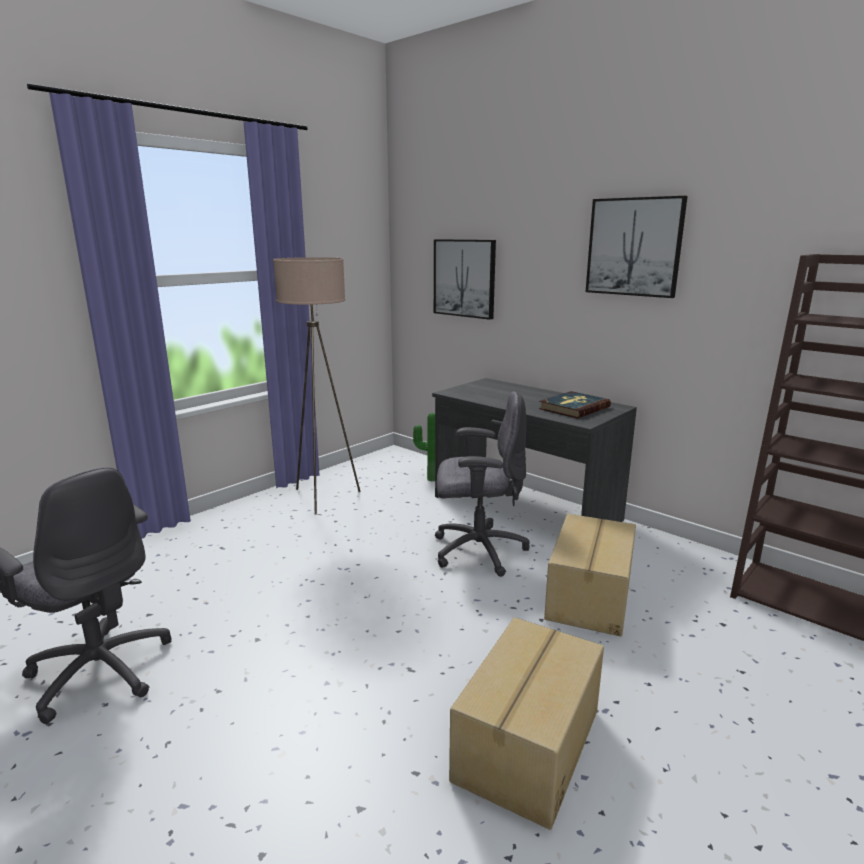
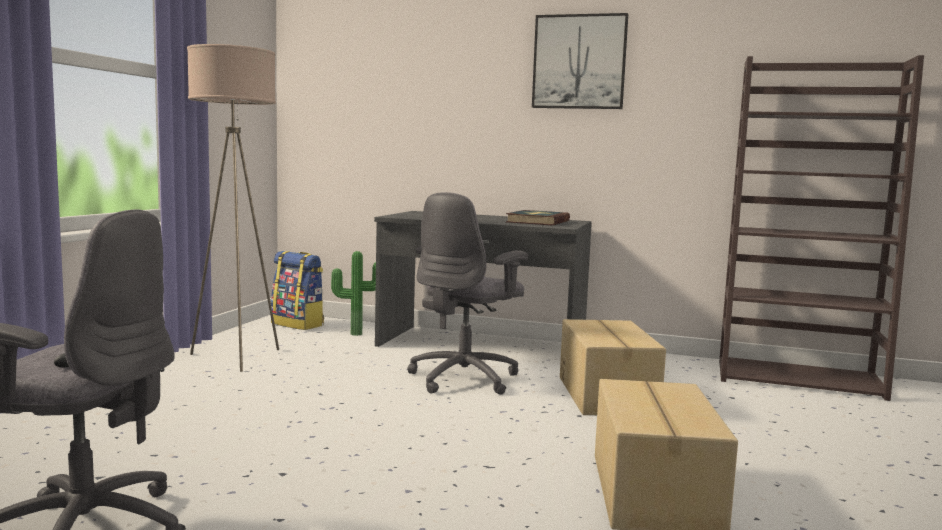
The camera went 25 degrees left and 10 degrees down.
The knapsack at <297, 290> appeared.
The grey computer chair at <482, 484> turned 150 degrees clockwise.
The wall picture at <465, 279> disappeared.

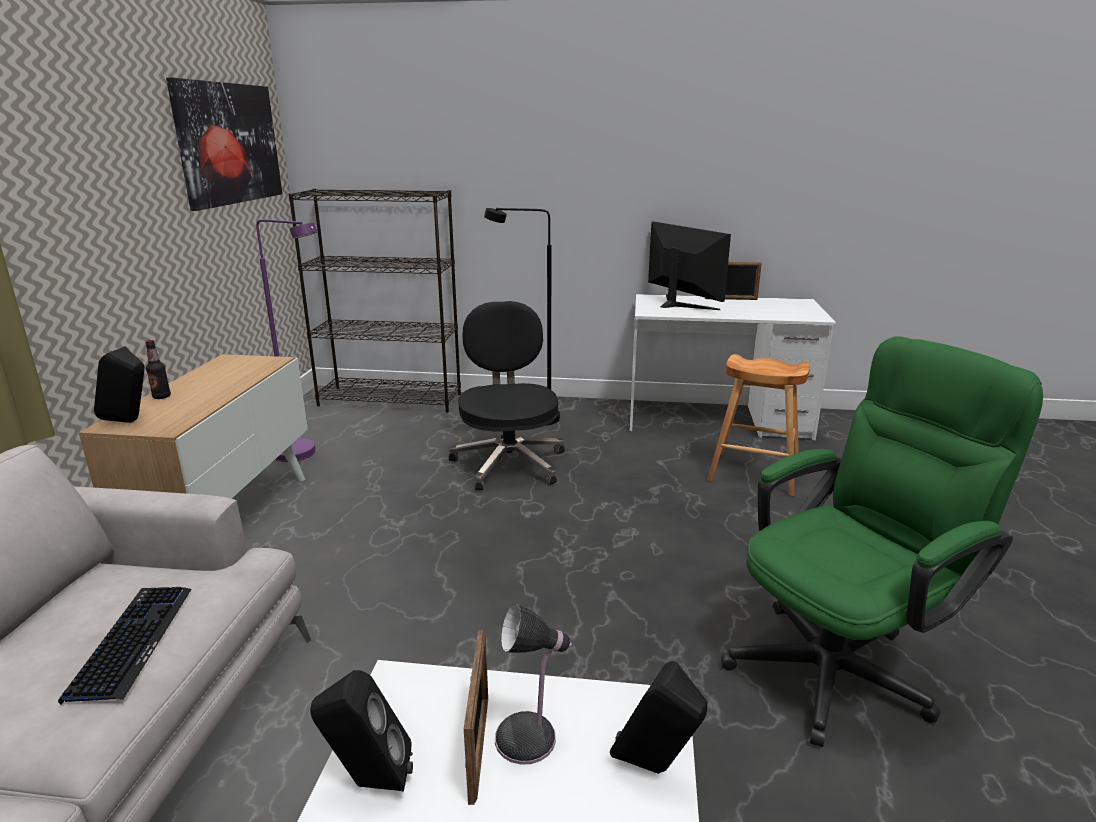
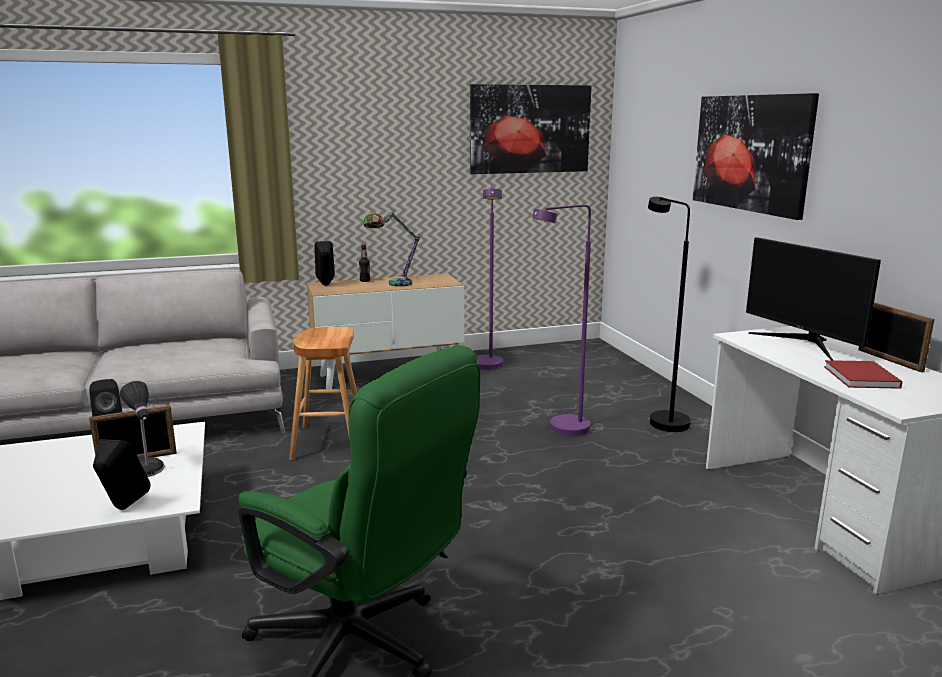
The camera went 65 degrees right and 5 degrees down.
The brown stool moved from <758, 425> to <323, 394>.
The tabletop lamp at <393, 248> appeared.
The blackish computer chair at <507, 395> was replaced by the purple-coloured standing lamp at <561, 321>.
The wall picture at <756, 156> appeared.
The computer screen at <689, 266> turned 120 degrees clockwise.
The red-coloured book at <863, 374> appeared.
The PC keyboard at <125, 646> disappeared.
The blackish bookshelf at <374, 301> disappeared.

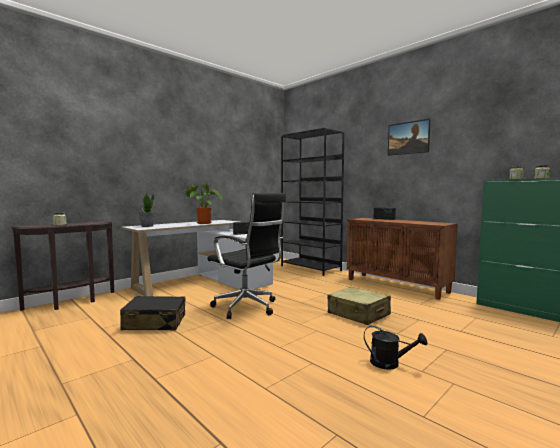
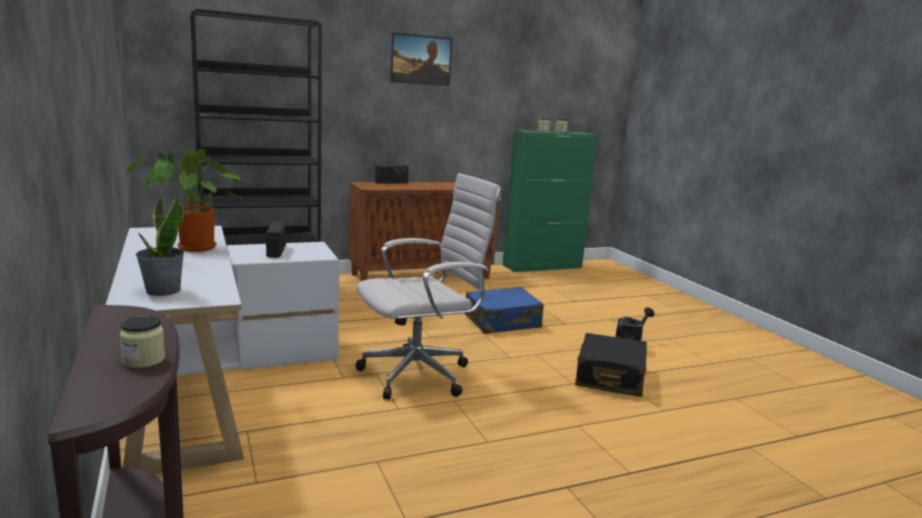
The camera went 70 degrees left and 10 degrees up.
The blackish computer chair at <246, 256> became the white computer chair at <428, 286>.
The beige-coloured travel case at <359, 306> became the bluish travel case at <504, 310>.
The blackish travel case moved from <152, 313> to <611, 365>.

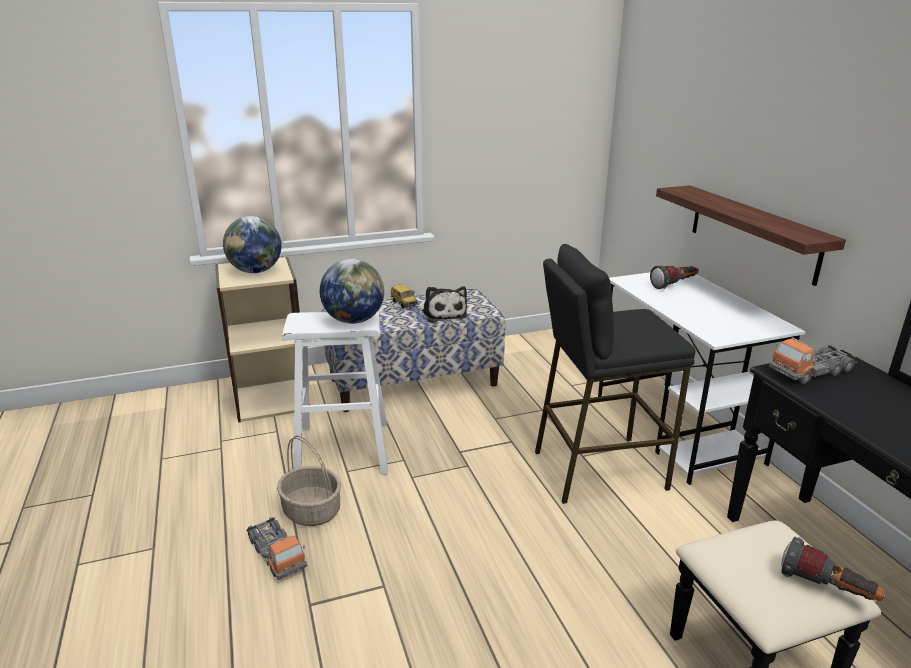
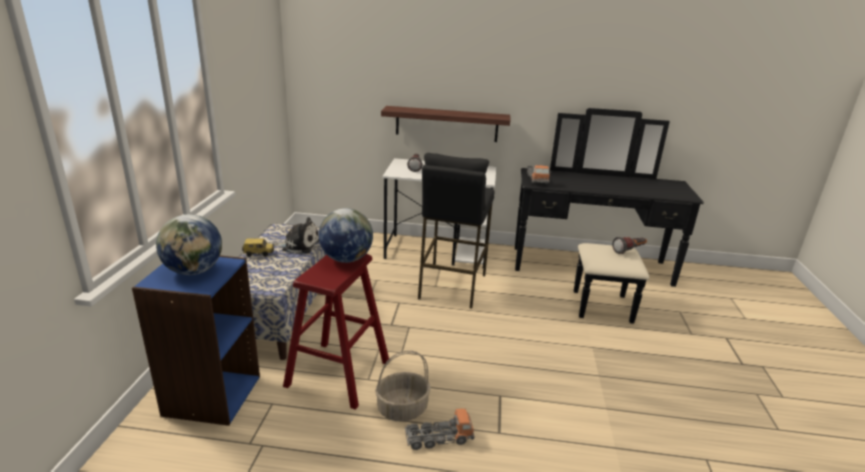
The camera went 65 degrees left and 0 degrees up.
The beige-coloured bookshelf at <262, 340> became the bluish bookshelf at <196, 340>.
The white stool at <335, 392> became the red-coloured stool at <336, 332>.

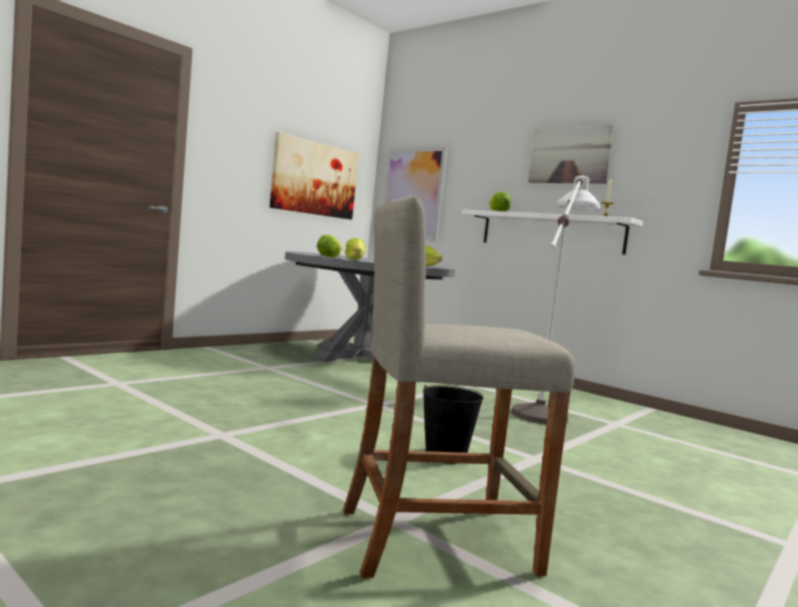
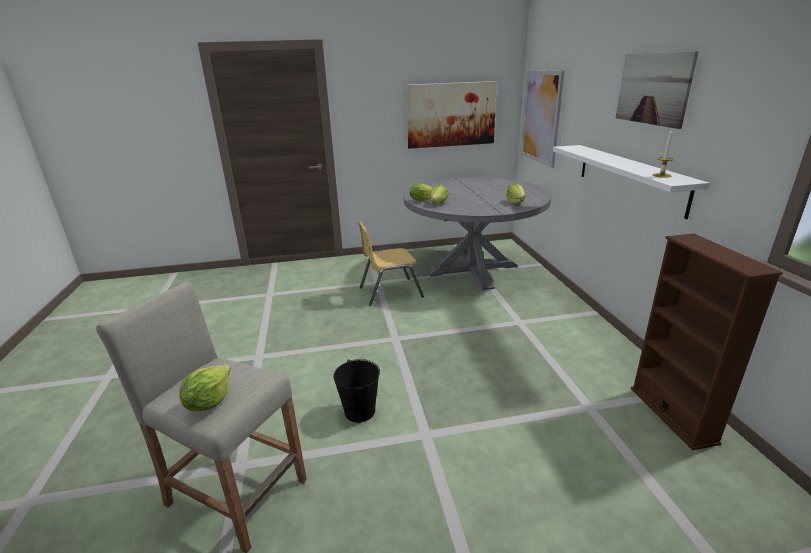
The camera went 40 degrees right and 20 degrees up.
The lettuce head moved from <500, 201> to <205, 387>.
The yellow-coloured chair at <391, 263> appeared.
The brown bookshelf at <707, 341> appeared.
The white standing lamp at <555, 300> disappeared.

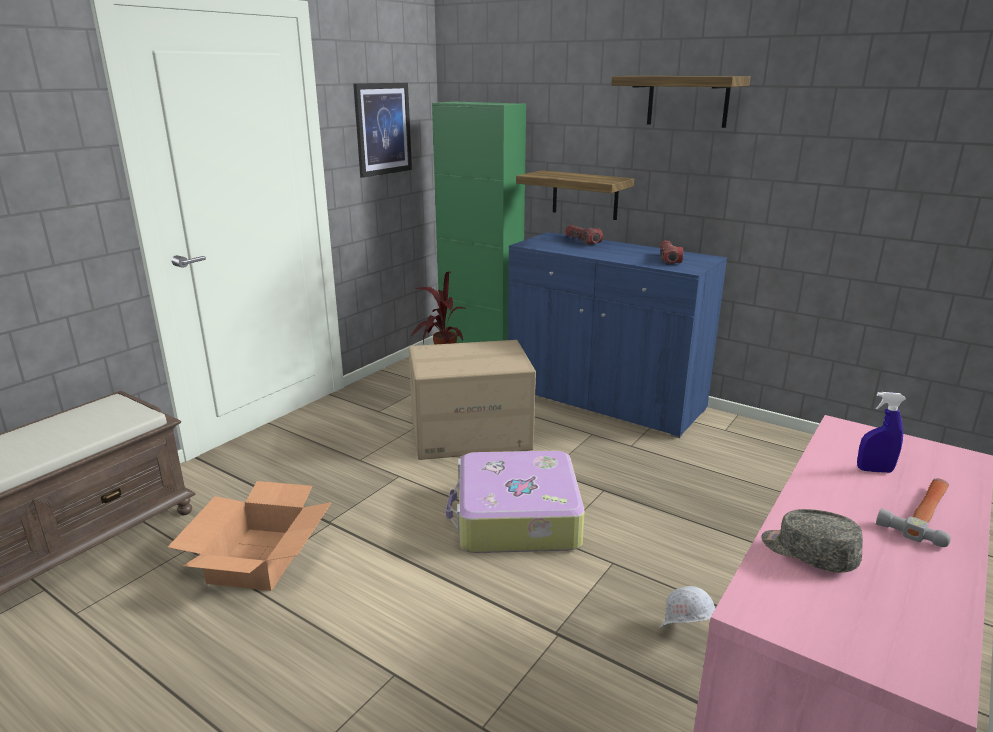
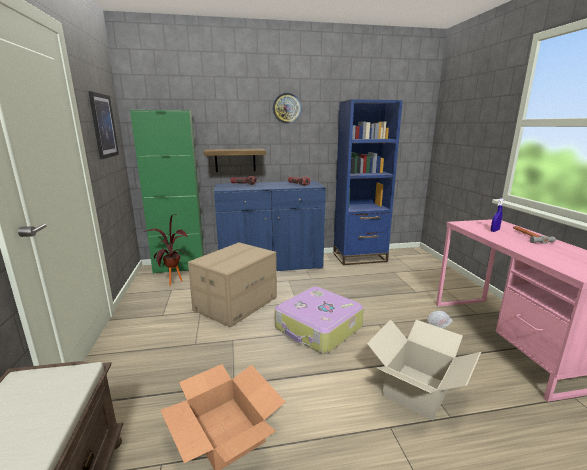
The camera went 45 degrees left and 5 degrees down.
The wall shelf at <681, 102> was replaced by the hanging clock at <287, 108>.
The bluish bookshelf at <368, 182> appeared.
The packing box at <424, 370> appeared.
The grey peaked cap at <812, 541> disappeared.

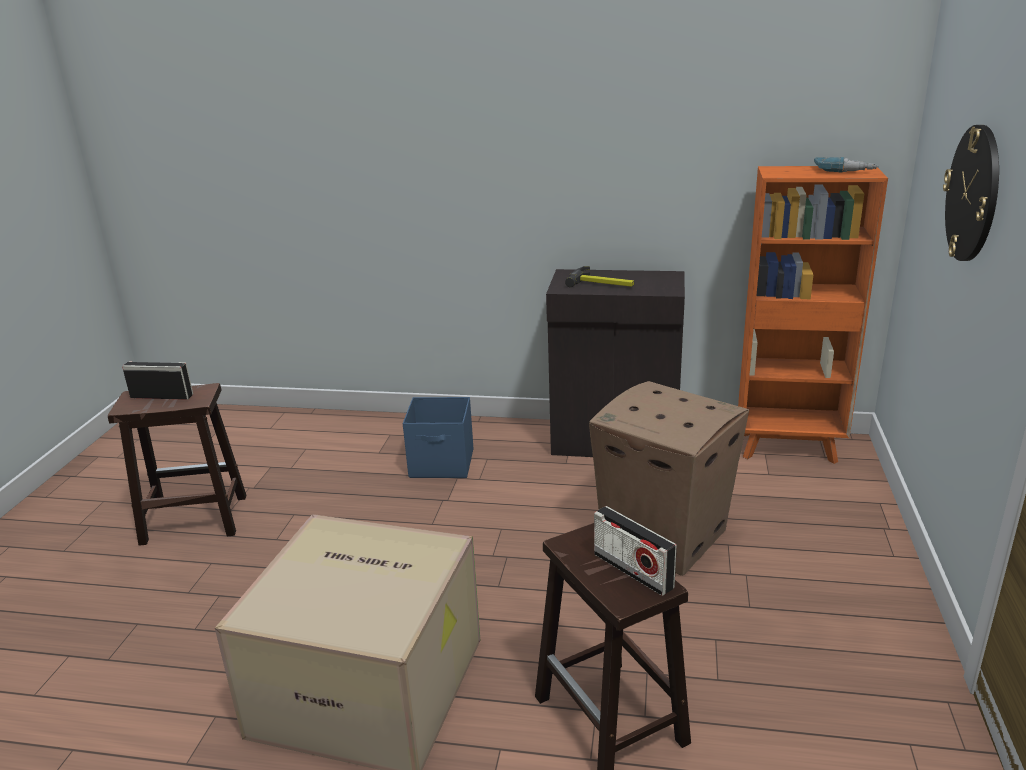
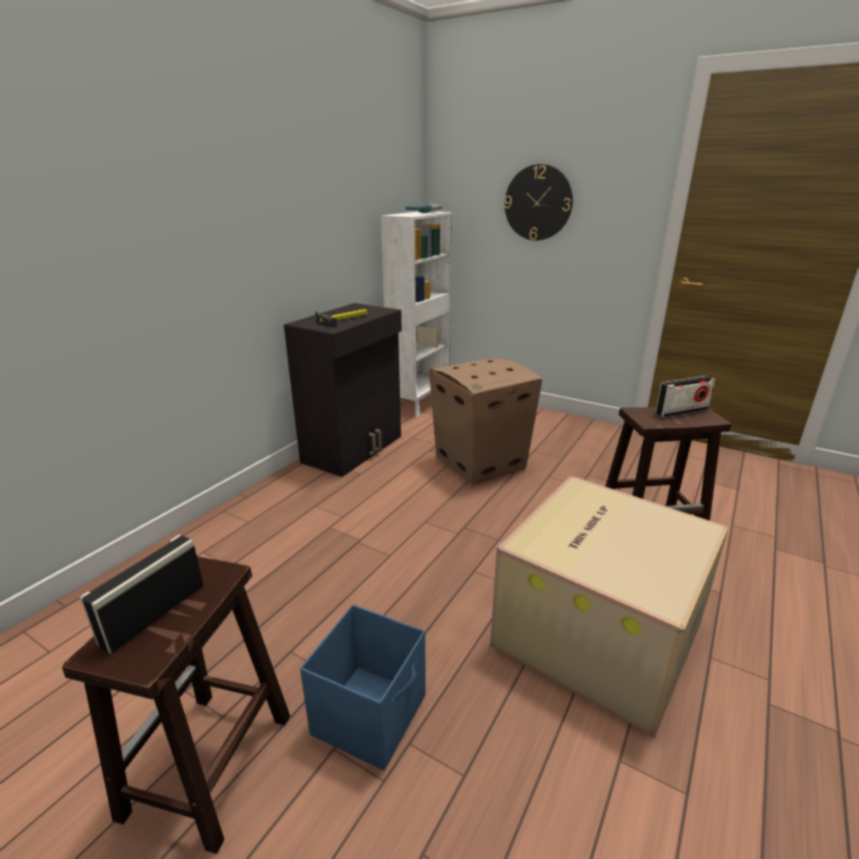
The camera went 70 degrees left and 0 degrees up.
The bluish storage bin moved from <438, 437> to <363, 687>.
The orange-coloured bookshelf at <813, 315> became the white bookshelf at <416, 314>.

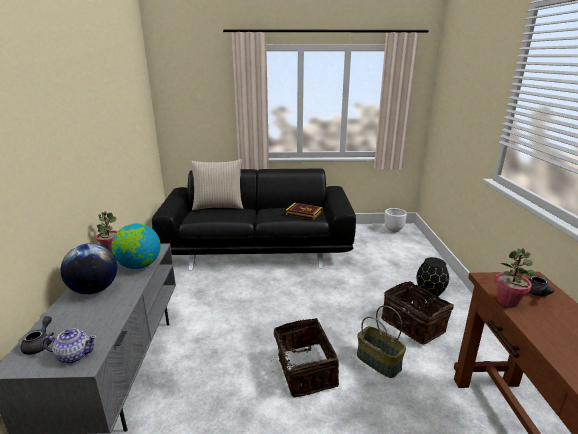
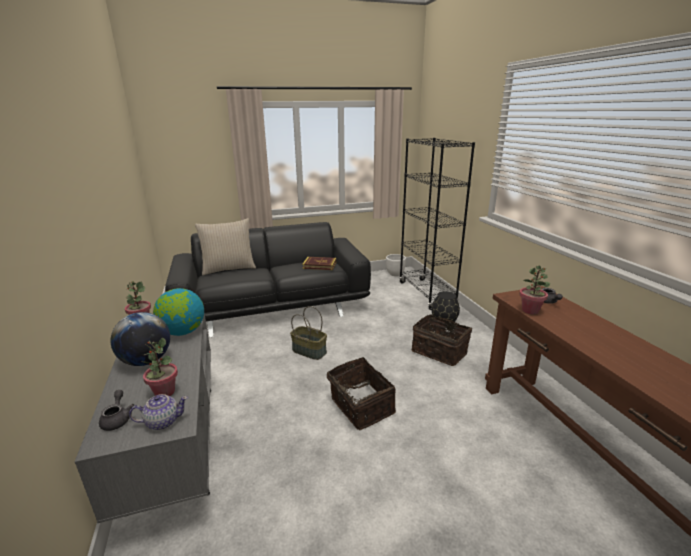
The camera went 15 degrees left and 0 degrees up.
The potted plant at <160, 367> appeared.
The basket moved from <381, 342> to <308, 333>.
The blackish bookshelf at <437, 224> appeared.

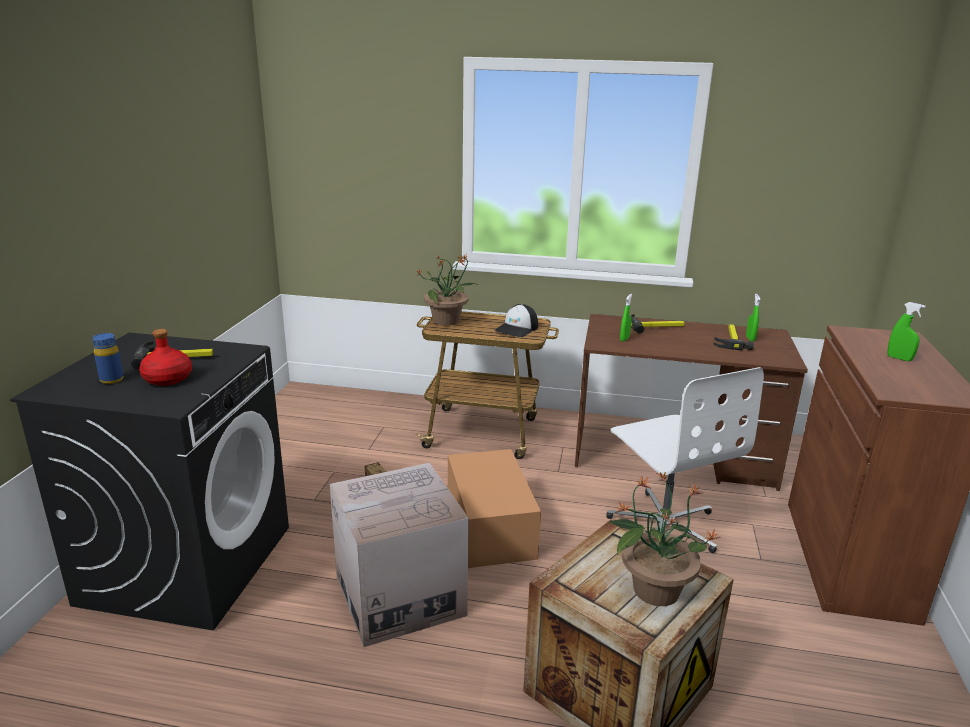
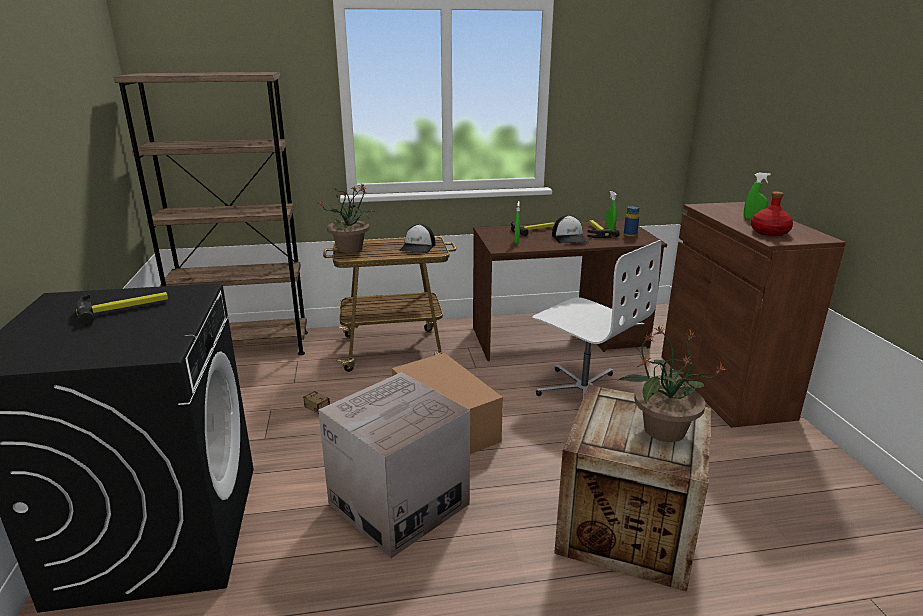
The camera went 20 degrees left and 0 degrees up.
The brown bookshelf at <211, 213> appeared.
The peaked cap at <570, 229> appeared.
The bluish bottle moved from <108, 358> to <632, 221>.
The red-coloured bottle moved from <165, 357> to <772, 214>.

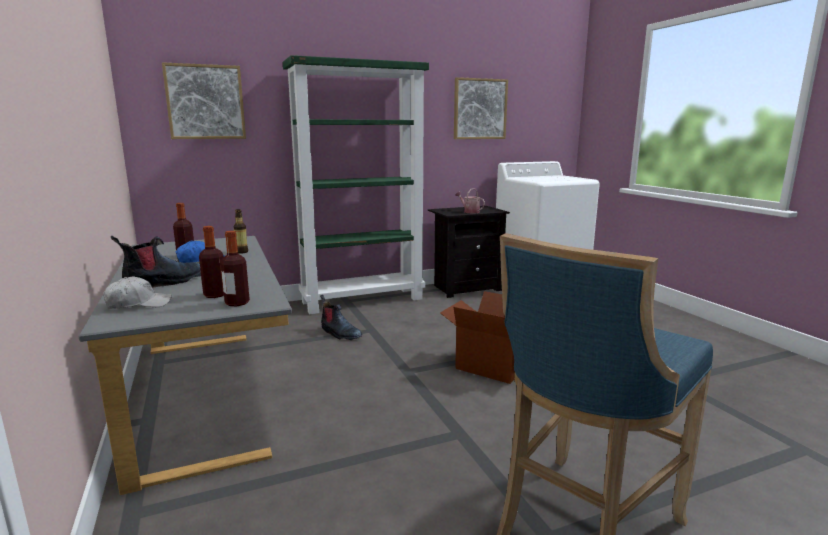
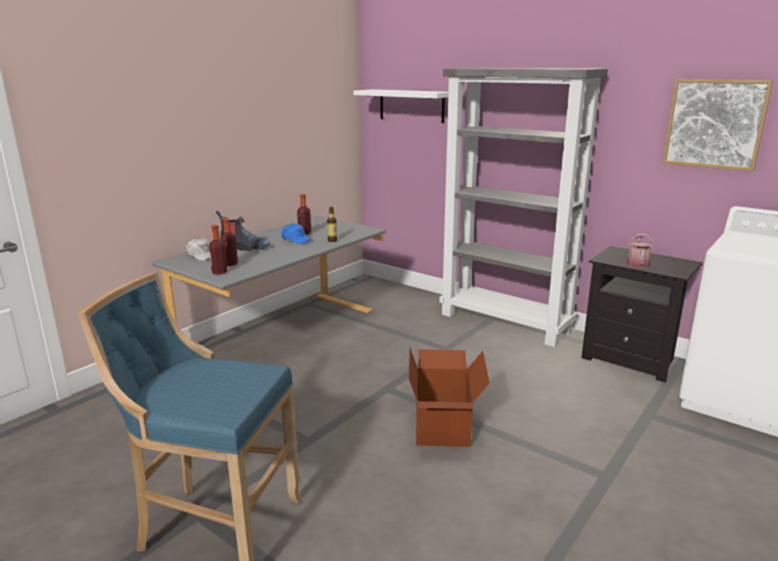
The camera went 60 degrees right and 5 degrees up.
The wall picture at <204, 100> was replaced by the white wall shelf at <400, 106>.
The green bookshelf at <356, 184> became the grey bookshelf at <523, 207>.
The high-top boot at <341, 317> disappeared.

